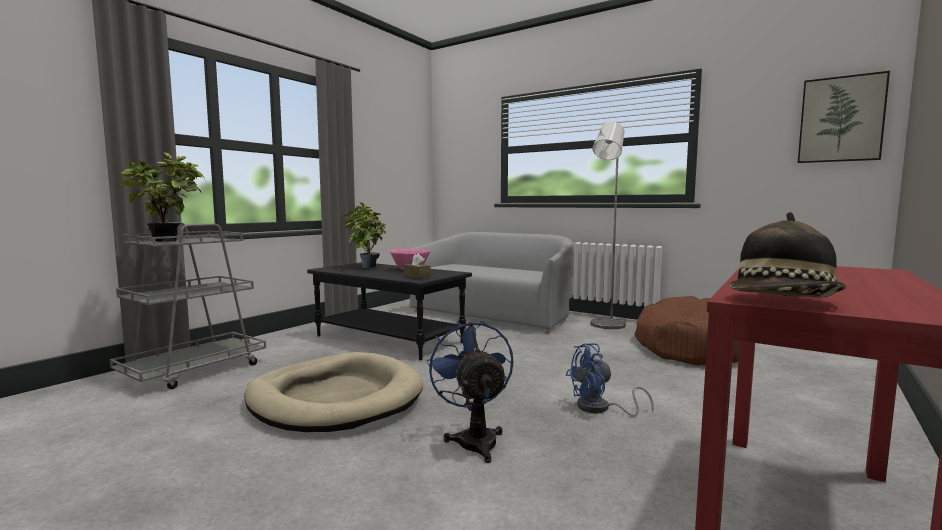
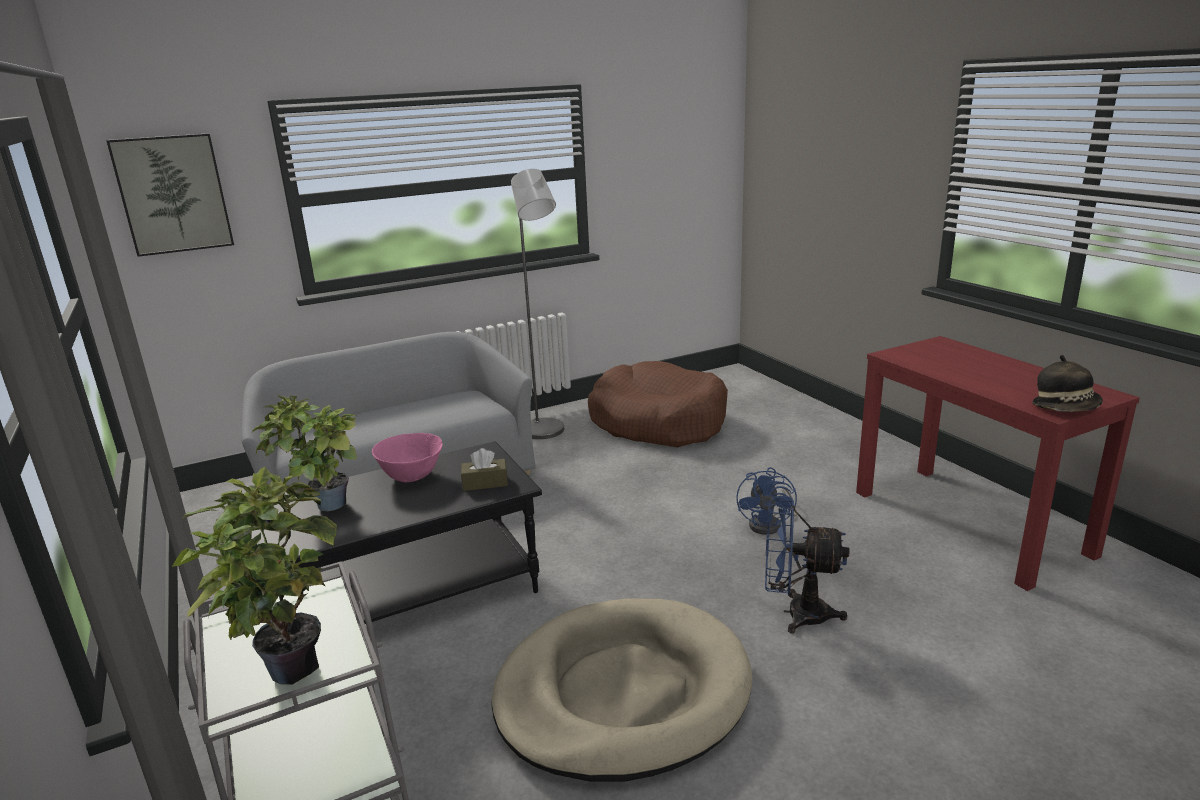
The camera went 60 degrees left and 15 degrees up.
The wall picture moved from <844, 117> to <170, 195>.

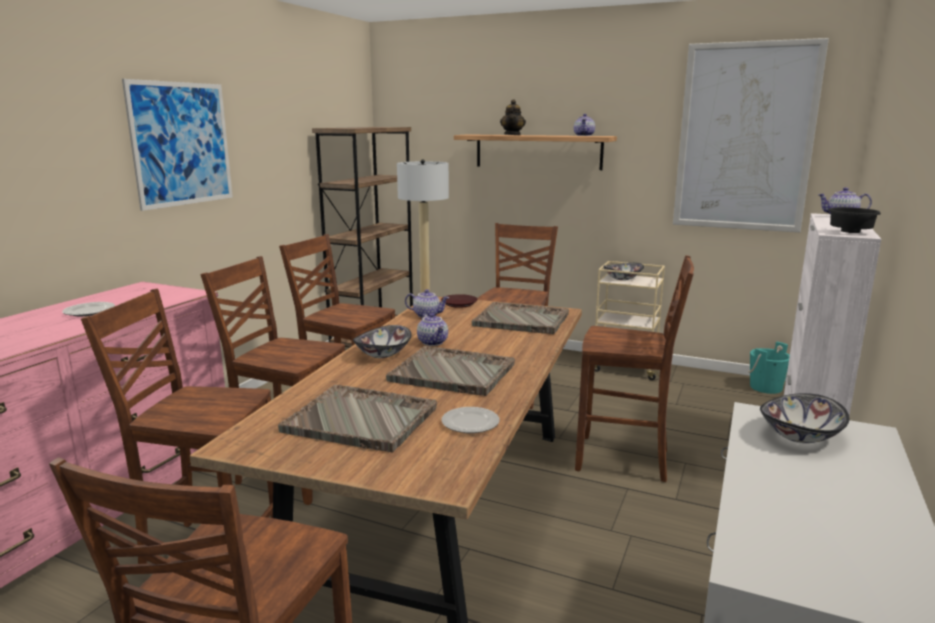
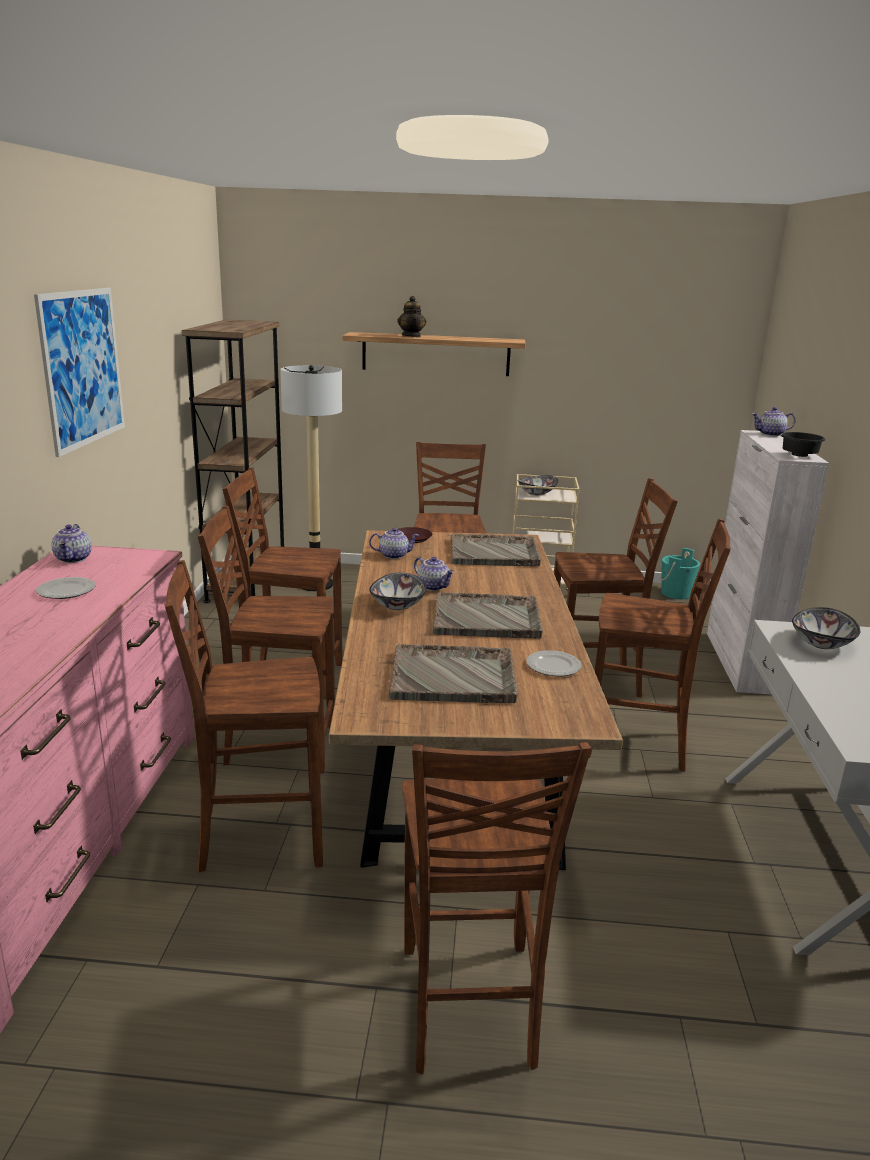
The camera went 20 degrees left and 5 degrees up.
The tea pot moved from <584, 125> to <71, 543>.
The brown chair at <660, 645> appeared.
The wall picture at <751, 135> disappeared.

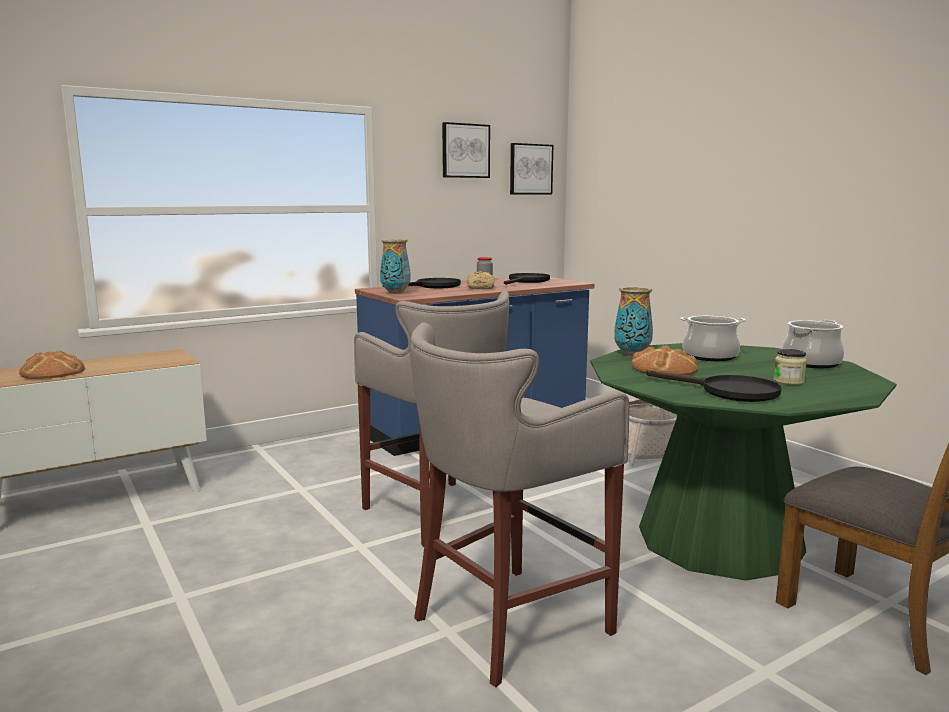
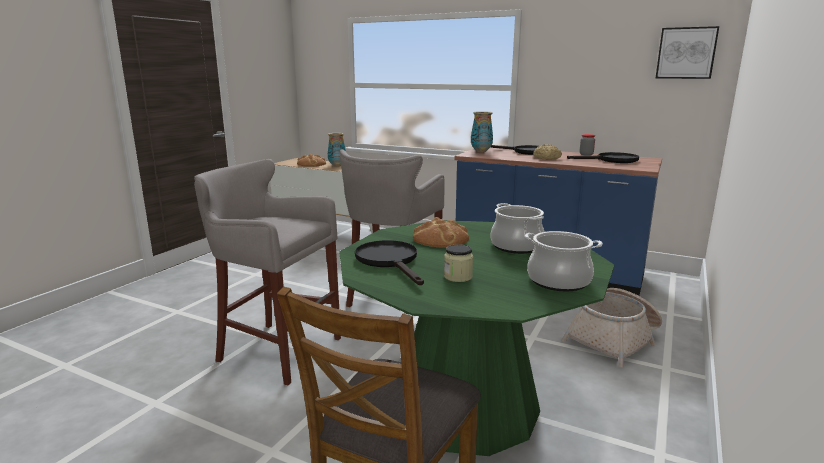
The camera went 60 degrees right and 5 degrees up.
The decorative vase moved from <633, 321> to <337, 150>.
The blackish pan at <714, 386> turned 150 degrees clockwise.
The wall picture at <466, 150> disappeared.

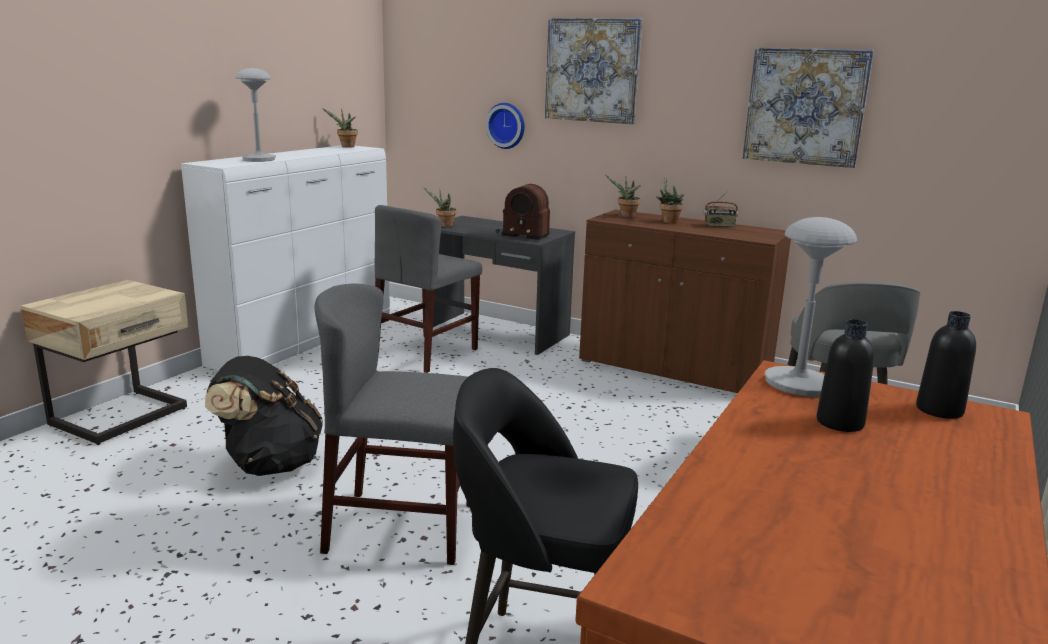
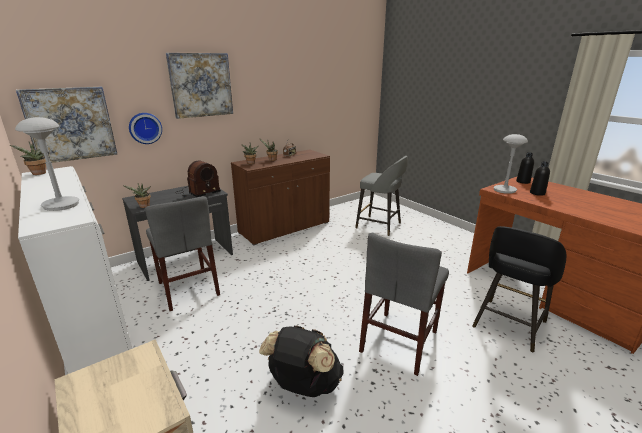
The camera went 65 degrees left and 5 degrees up.
The wall picture moved from <808, 108> to <66, 125>.

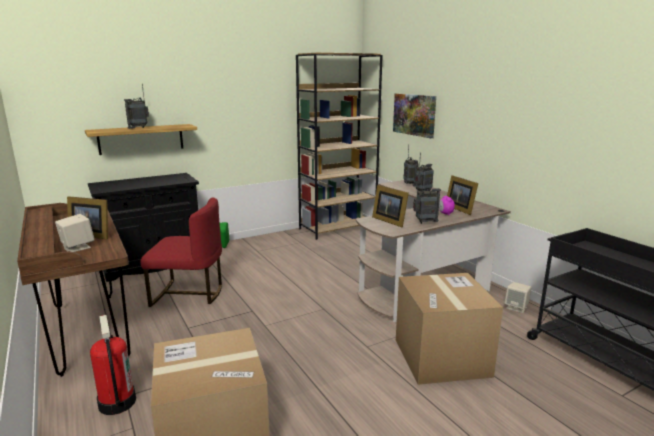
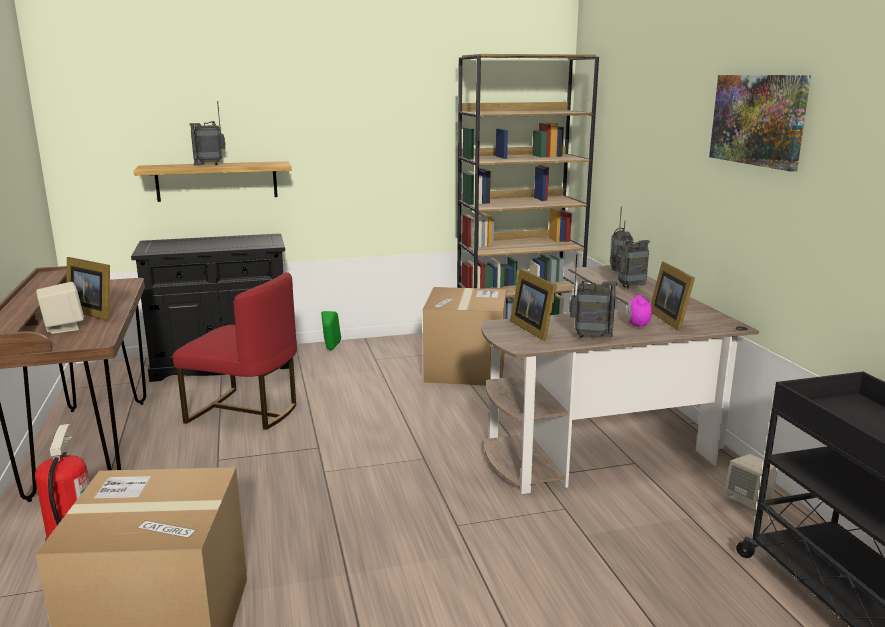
The camera went 15 degrees right and 0 degrees up.
The packing box moved from <449, 329> to <464, 336>.
The wall picture moved from <414, 115> to <760, 123>.

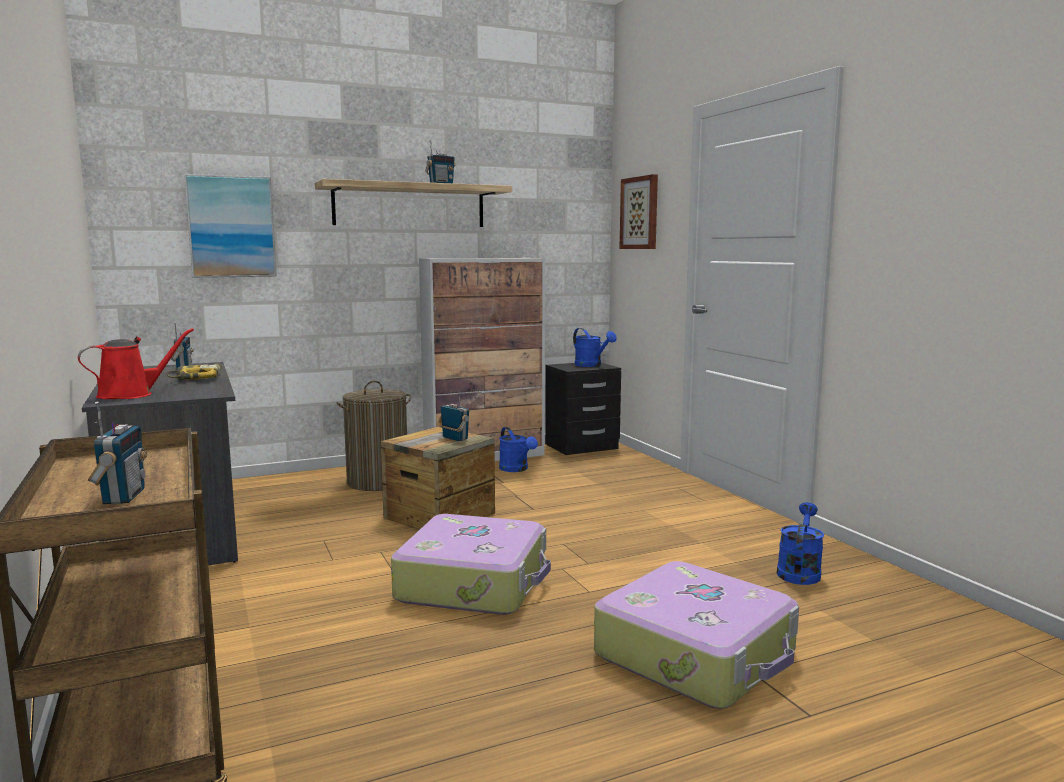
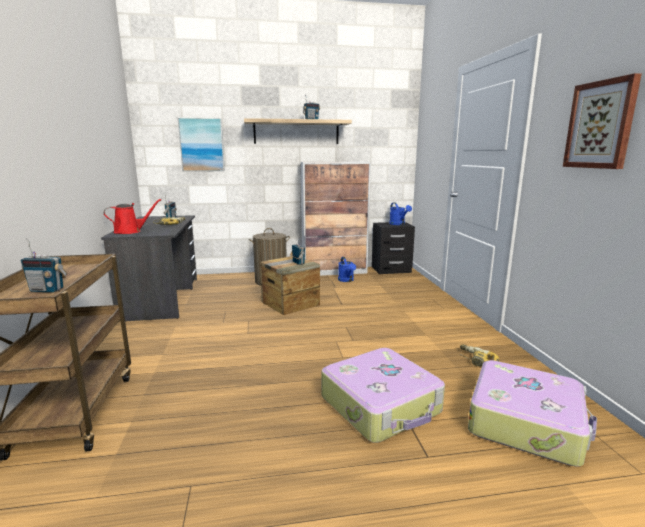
The camera went 15 degrees right and 5 degrees up.
The radio at <117, 453> turned 90 degrees clockwise.
The bluish watering can at <800, 543> was replaced by the drill at <479, 355>.
The travel case moved from <471, 564> to <532, 413>.
The wall picture moved from <638, 211> to <602, 121>.

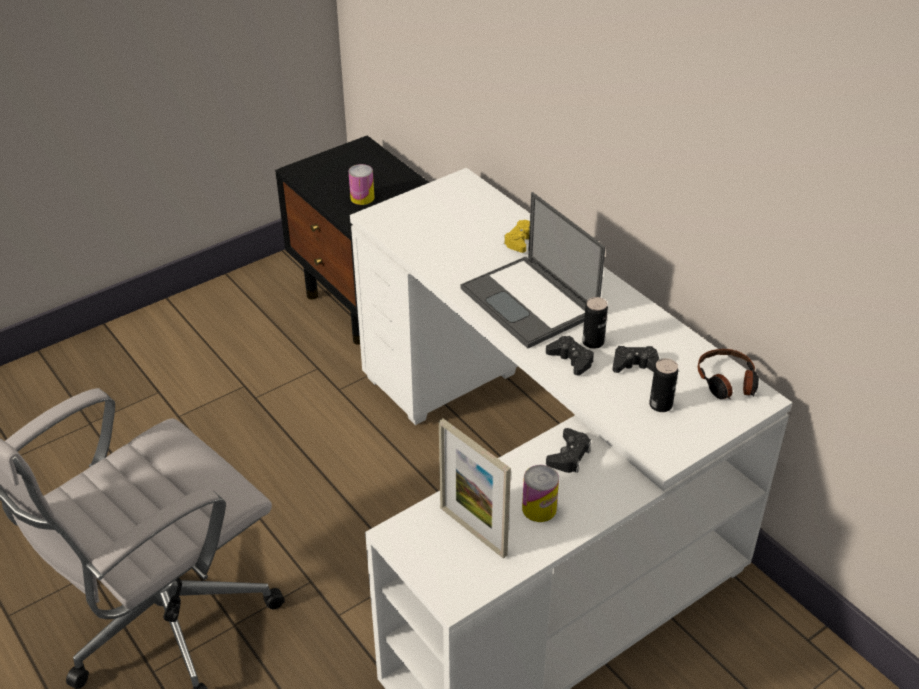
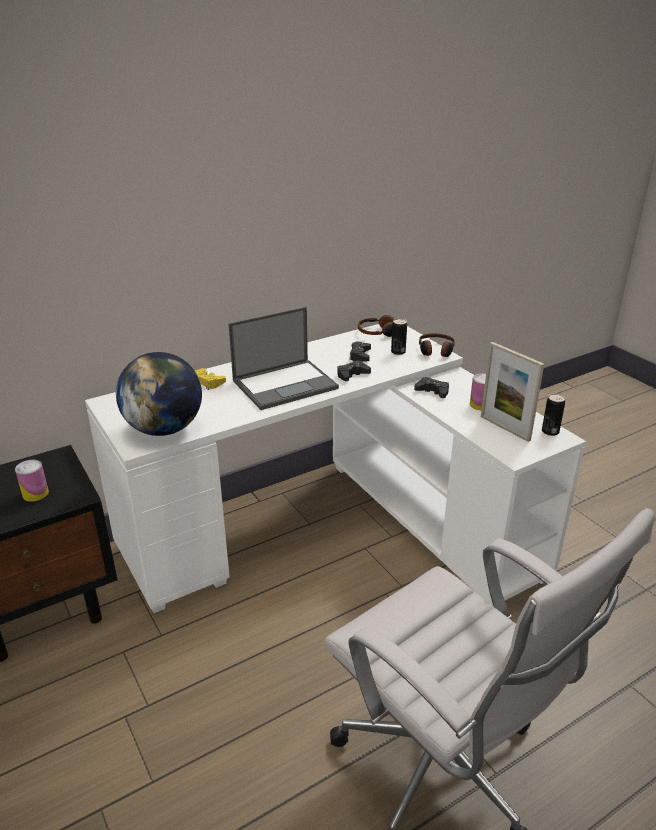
The camera went 85 degrees left and 10 degrees down.
The world globe at <159, 394> appeared.
The headset at <437, 345> appeared.
The standing frame at <475, 488> turned 90 degrees clockwise.
The can moved from <595, 323> to <553, 415>.

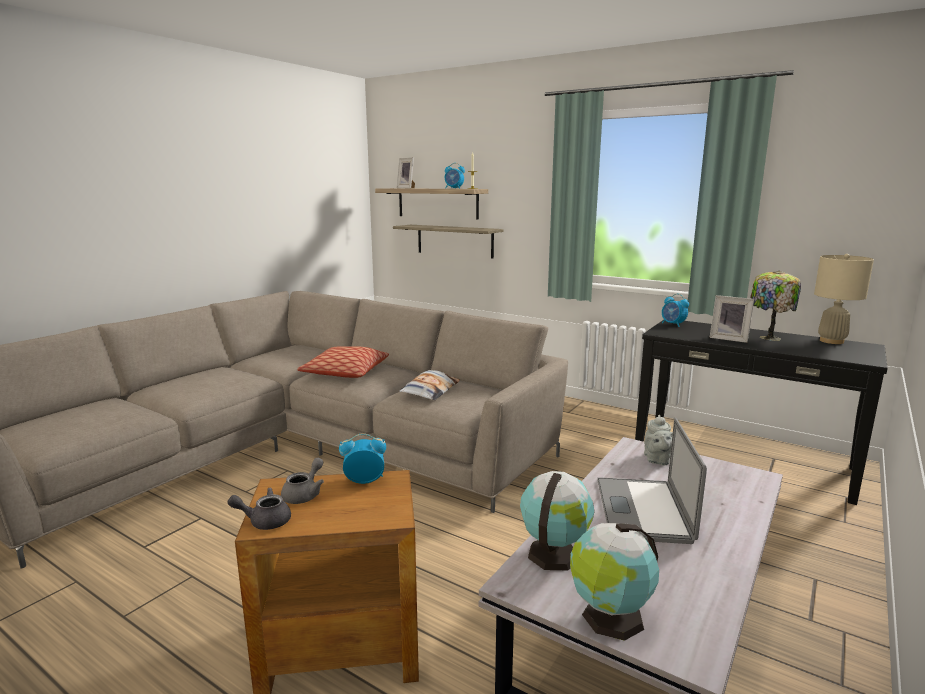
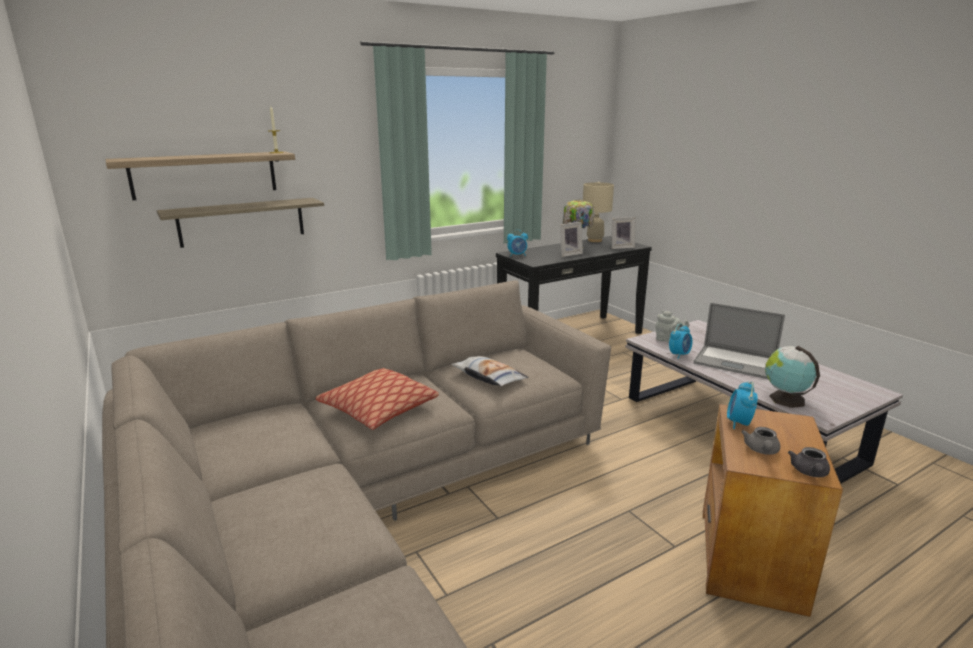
The camera went 65 degrees left and 5 degrees up.
The standing frame moved from <406, 172> to <623, 233>.
The table clock moved from <455, 176> to <680, 341>.
The grey tea pot at <302, 481> turned 120 degrees counterclockwise.
The world globe at <614, 582> disappeared.

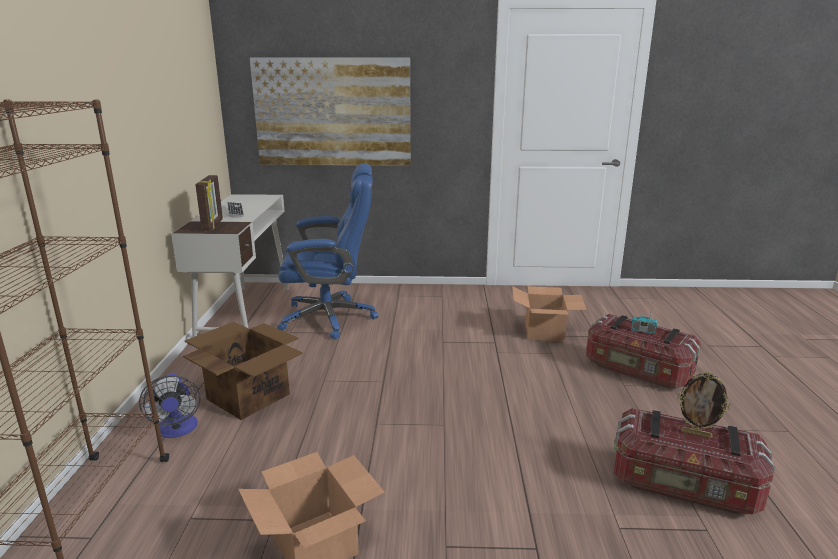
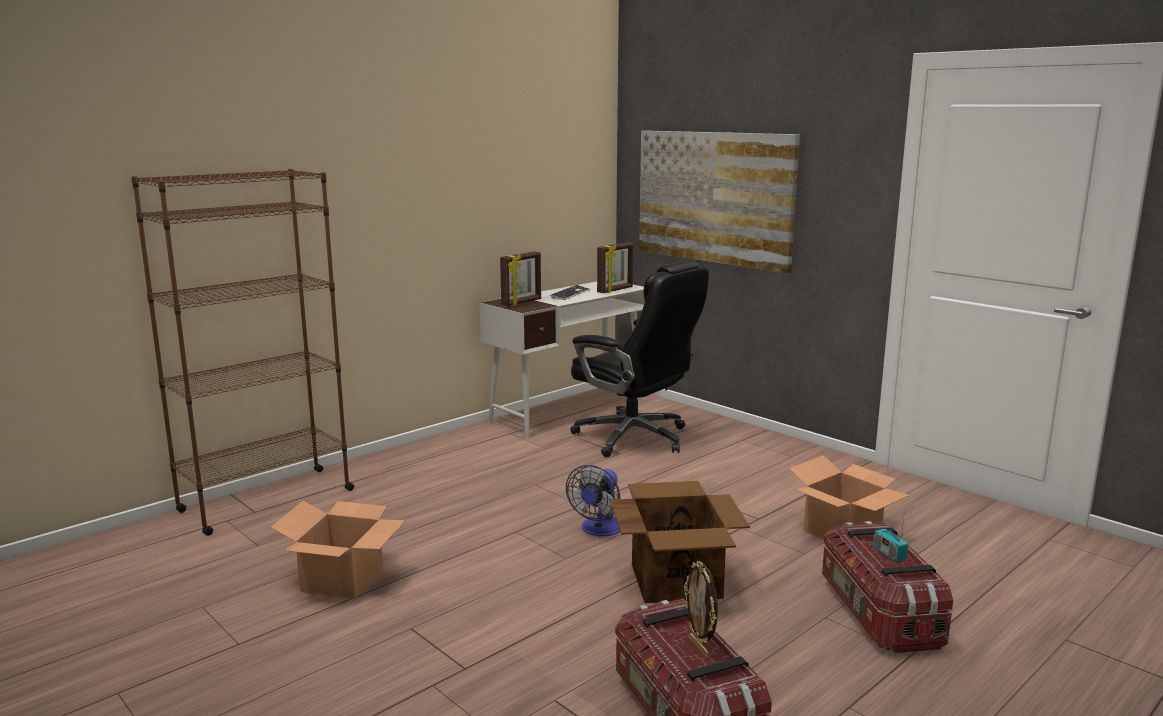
The camera went 45 degrees right and 5 degrees down.
The fan moved from <170, 406> to <593, 500>.
The bluish computer chair at <328, 251> became the blackish computer chair at <640, 358>.
The standing frame at <615, 267> appeared.
The packing box moved from <243, 371> to <680, 542>.

